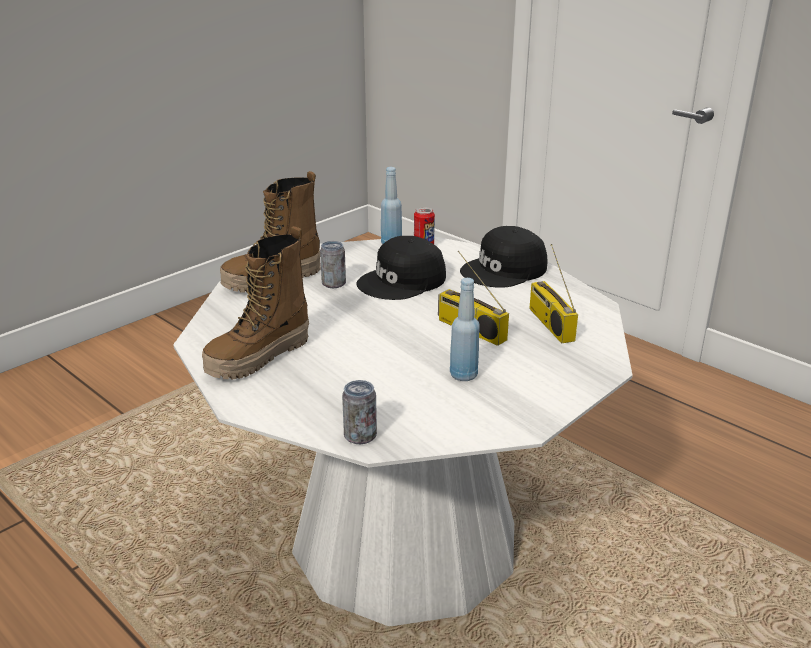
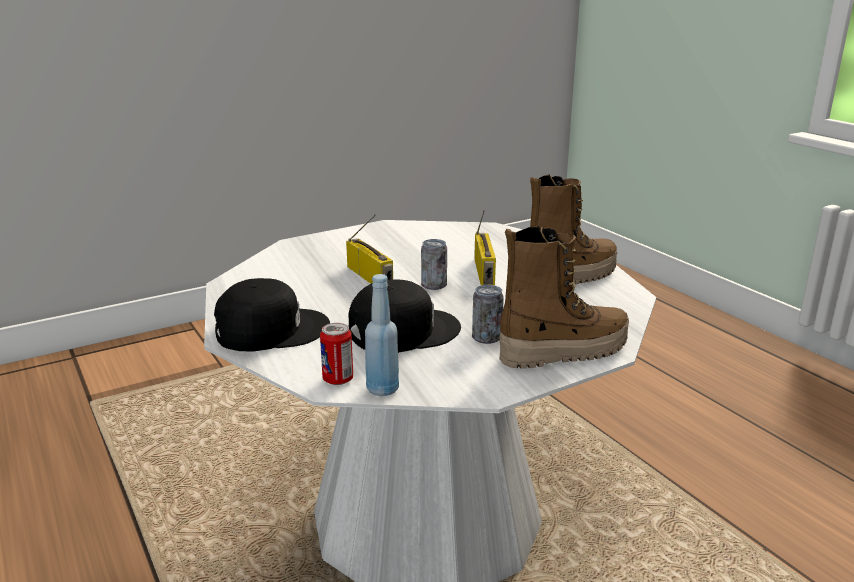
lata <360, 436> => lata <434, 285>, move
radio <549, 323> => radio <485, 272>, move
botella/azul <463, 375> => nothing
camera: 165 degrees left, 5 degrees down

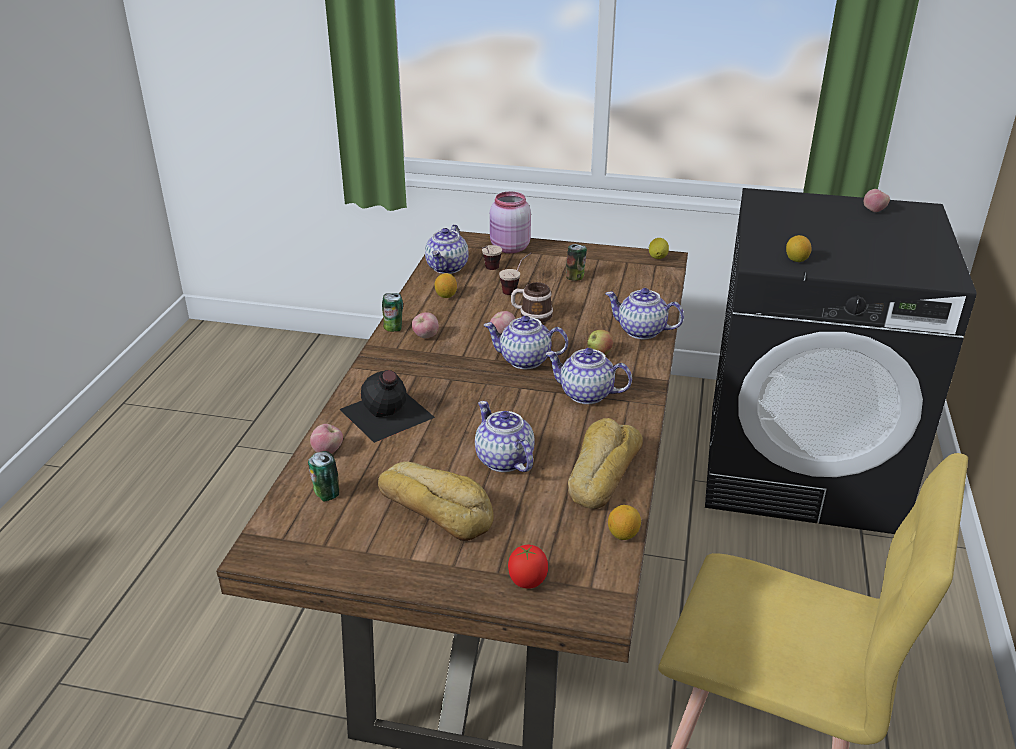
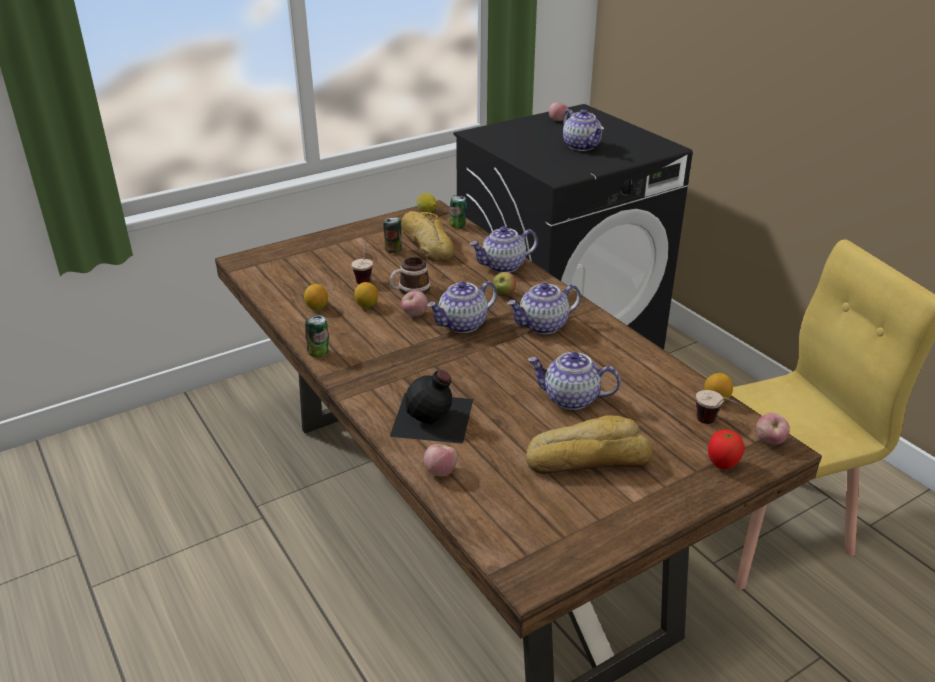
limón <796, 260> => limón <367, 305>, move
pan <601, 472> => pan <426, 244>, move
lata <326, 494> => lata <458, 226>, move
tetera <447, 267> => tetera <582, 146>, move
taza <489, 271> => taza <712, 425>, move
manzana <426, 337> => manzana <769, 441>, move
tarro/rosa <509, 248> => nothing
camera: 45 degrees left, 0 degrees up

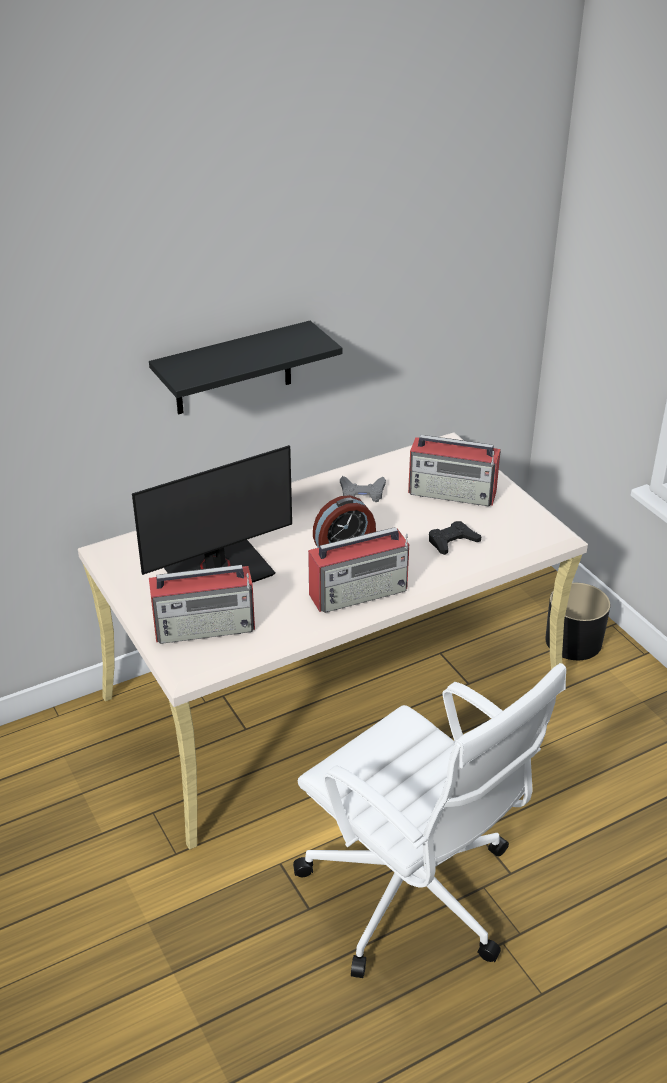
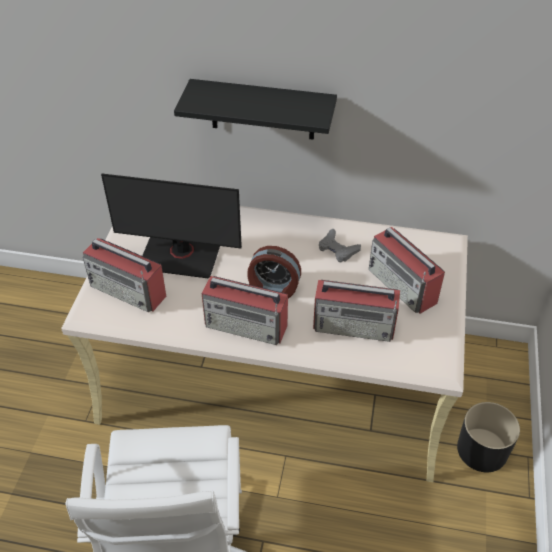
mando de consola/negro <452, 542> => radio <355, 326>
camera: 40 degrees right, 10 degrees up

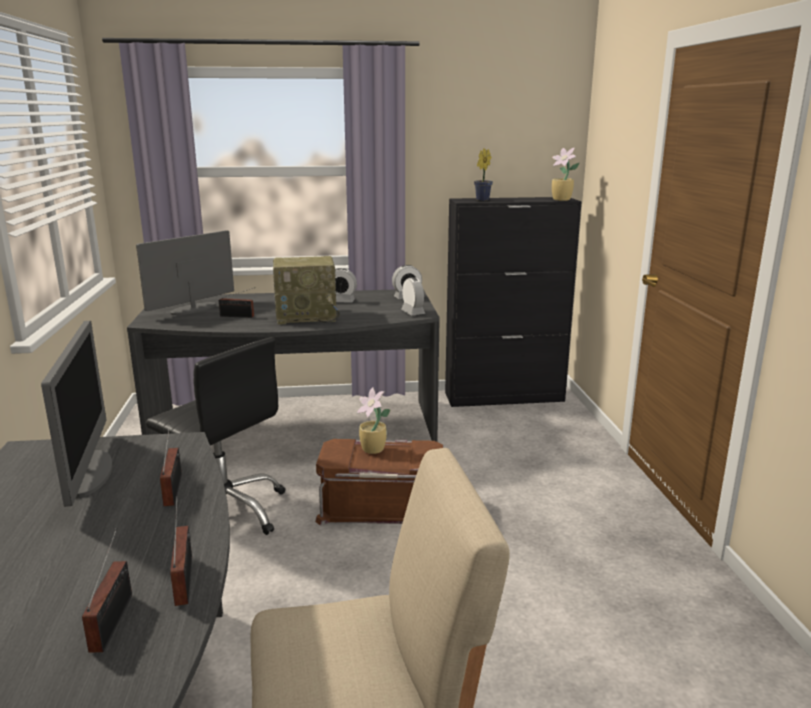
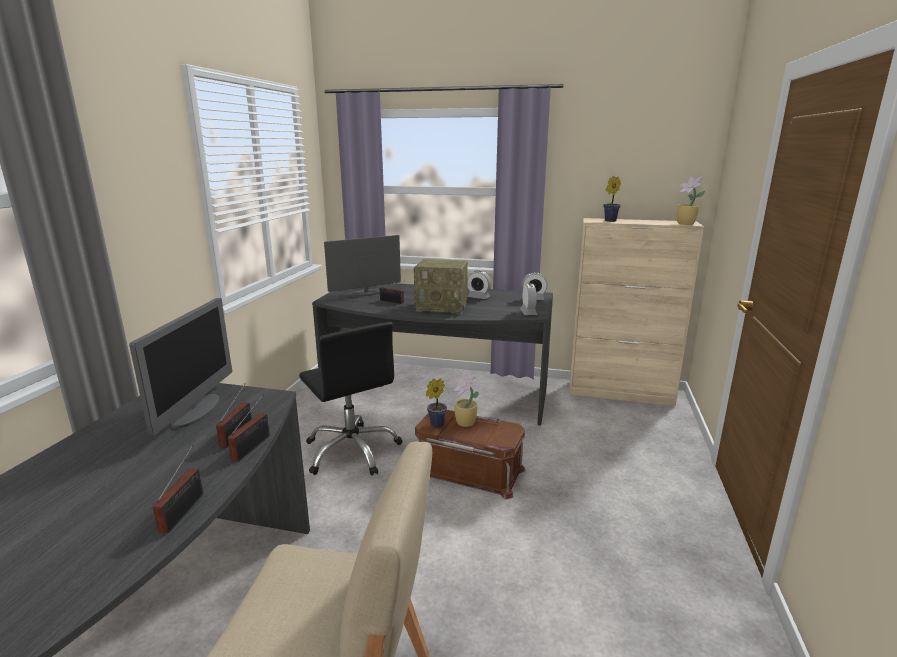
radio <114, 619> => radio <253, 446>, move
nothing => planta en maceta <435, 425>
armario/negro <505, 397> => armario/beis <620, 393>
camera: 20 degrees right, 0 degrees up

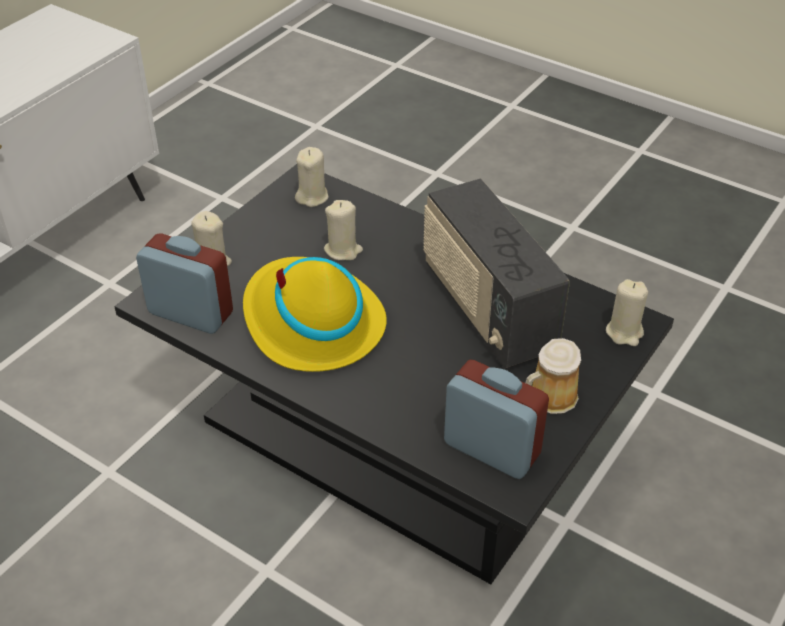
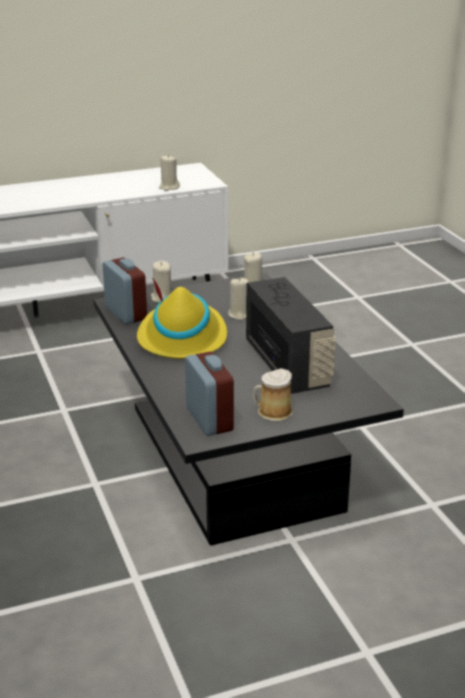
vela/beis <624, 332> => vela/beis <169, 187>, move
radio <486, 310> => radio <288, 365>, 150 degrees clockwise
camera: 35 degrees right, 15 degrees down

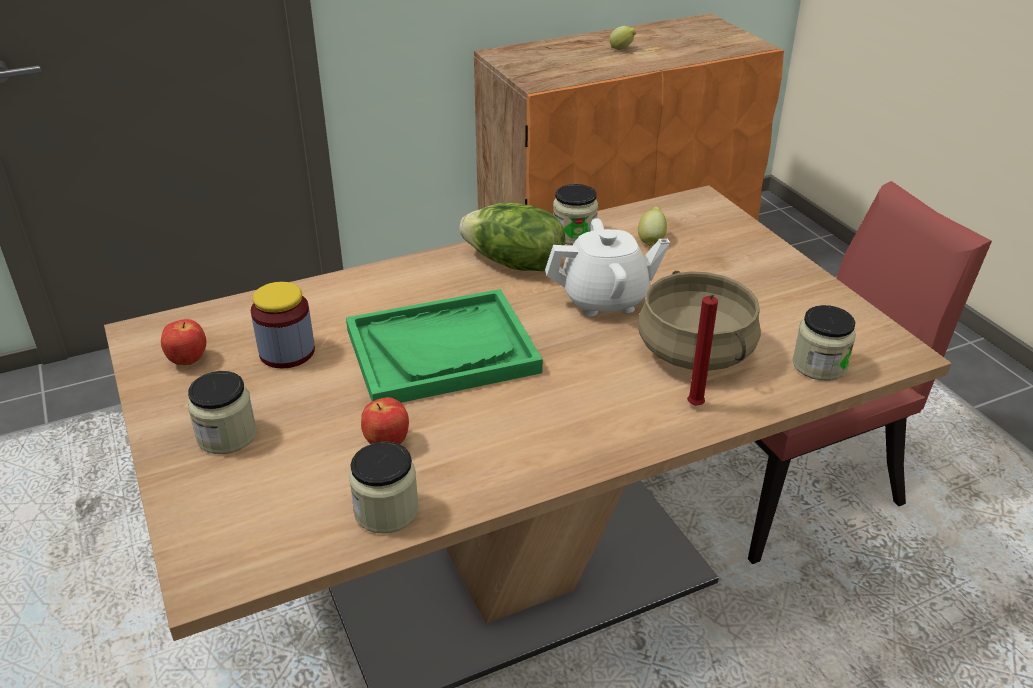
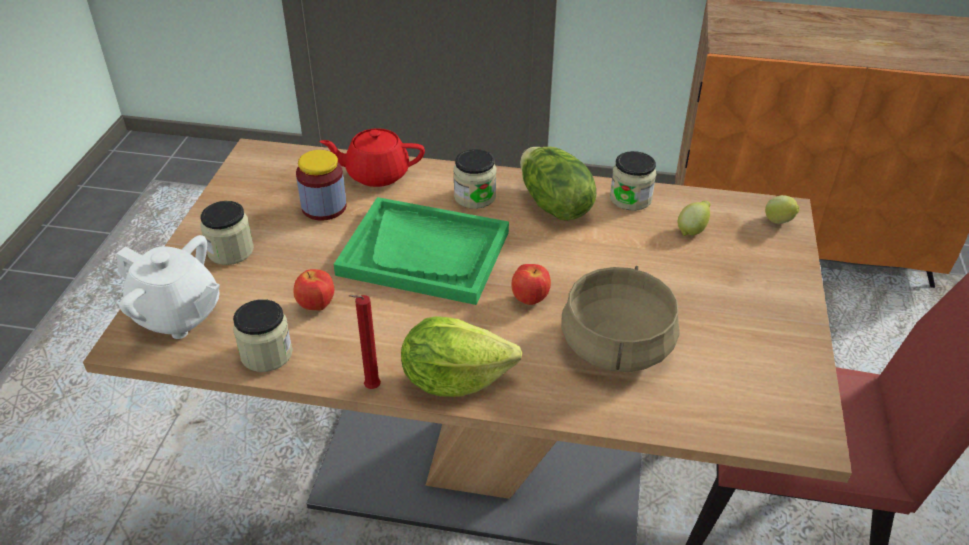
tetera/blanco <605, 300> => tetera/blanco <178, 315>, move
nothing => tetera/rojo <376, 174>
vela/rojo <694, 407> => vela/rojo <370, 388>, move
nothing => lechuga <454, 379>
tarro <819, 365> => tarro <475, 196>, move
manzana <188, 361> => manzana <530, 299>, move
limón <622, 49> => limón <779, 222>, move
camera: 35 degrees right, 5 degrees up

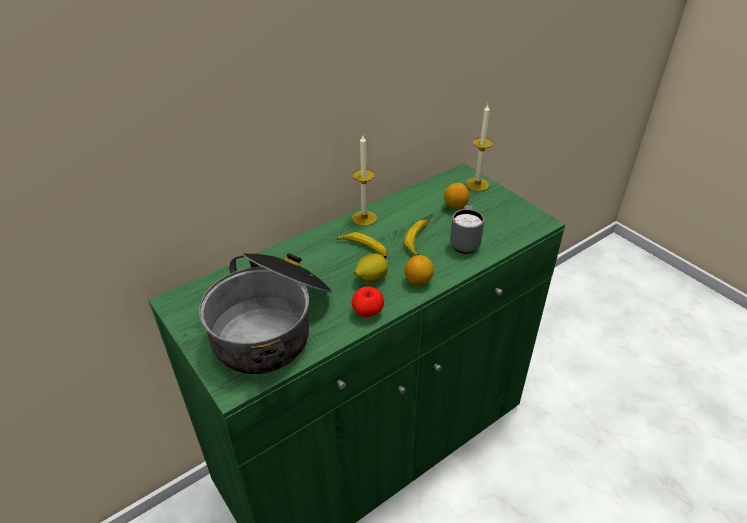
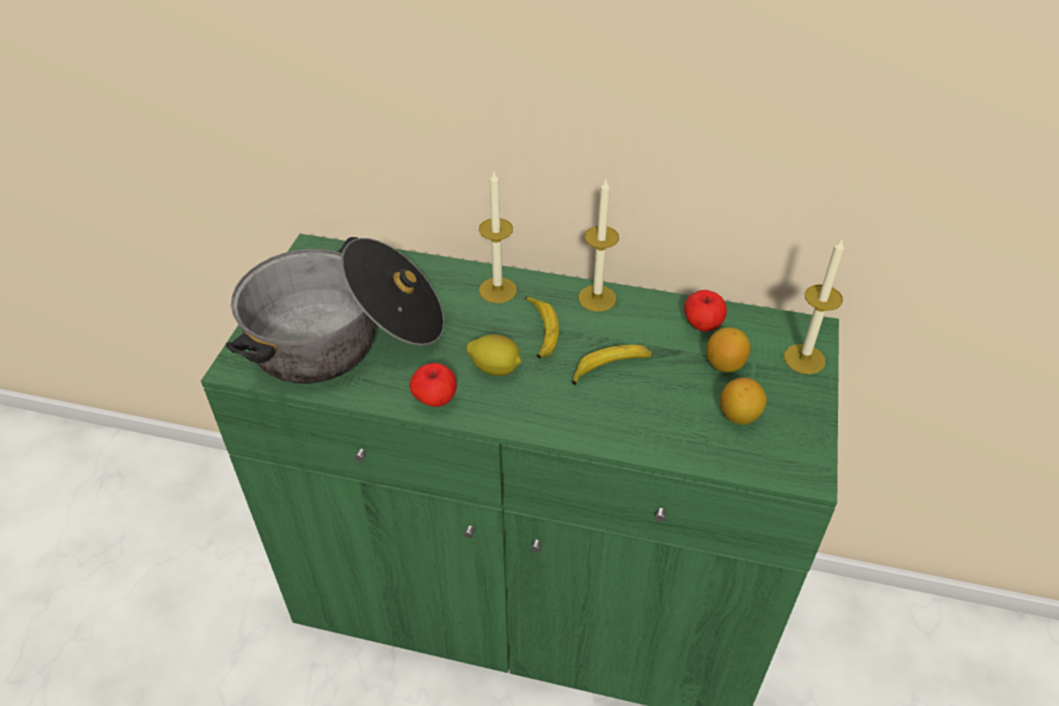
nothing => vela <497, 290>
nothing => manzana <702, 325>
limón <418, 281> => limón <739, 416>, move
taza grande/gris <465, 243> => nothing
camera: 50 degrees right, 5 degrees up

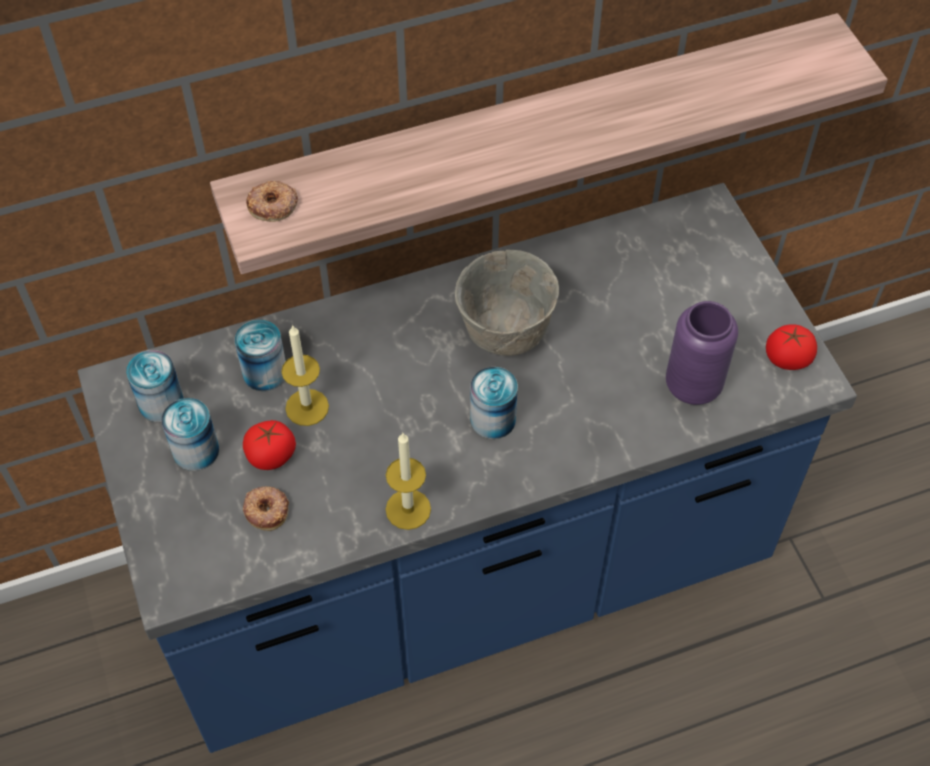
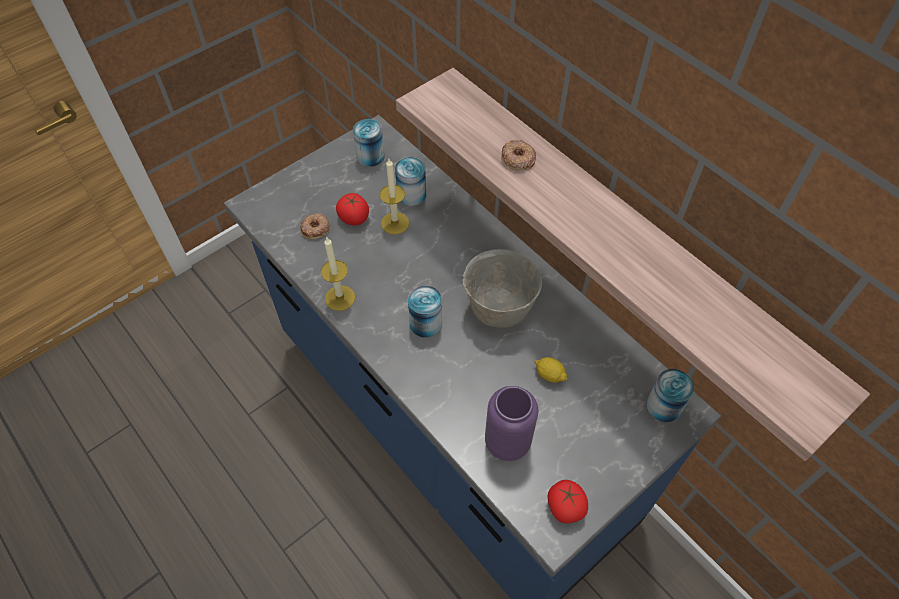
rosquilla <273, 205> => rosquilla <517, 159>, move
nothing => limón <549, 375>
lata <196, 450> => lata <663, 406>, move
camera: 70 degrees right, 0 degrees up

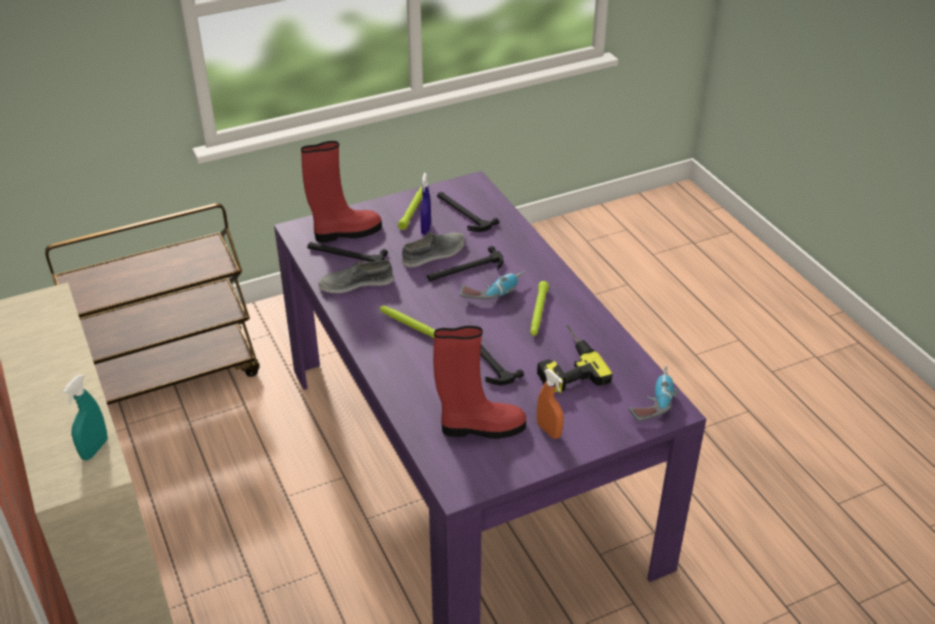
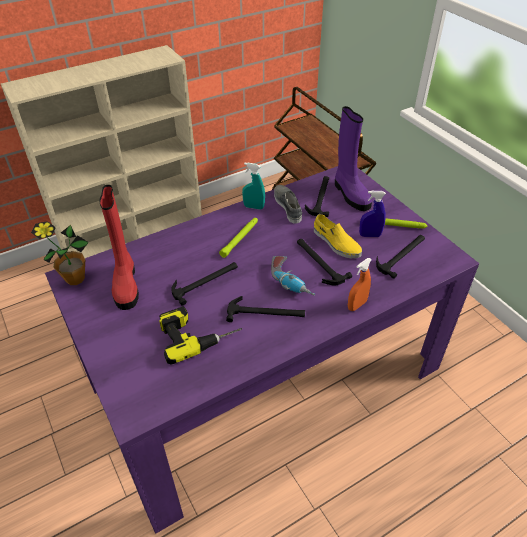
nothing => planta en maceta <75, 279>
linterna/verde <538, 313> => martillo <266, 312>
pulverizador/turquesa <94, 449> => pulverizador/turquesa <254, 207>, move
zapato/gris <434, 254> => zapato/amarillo <336, 243>
bota/rojo <346, 232> => bota/morado <350, 194>
pulverizador/naranja <549, 430> => pulverizador/naranja <357, 305>, move
taladro <652, 401> => nothing
camera: 85 degrees right, 5 degrees up

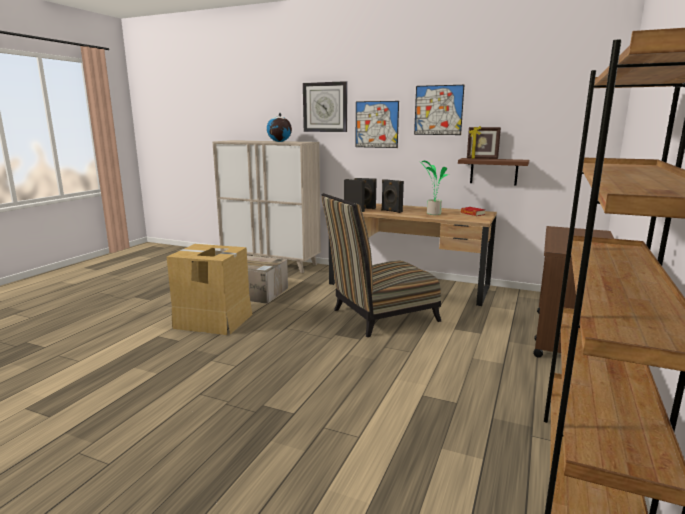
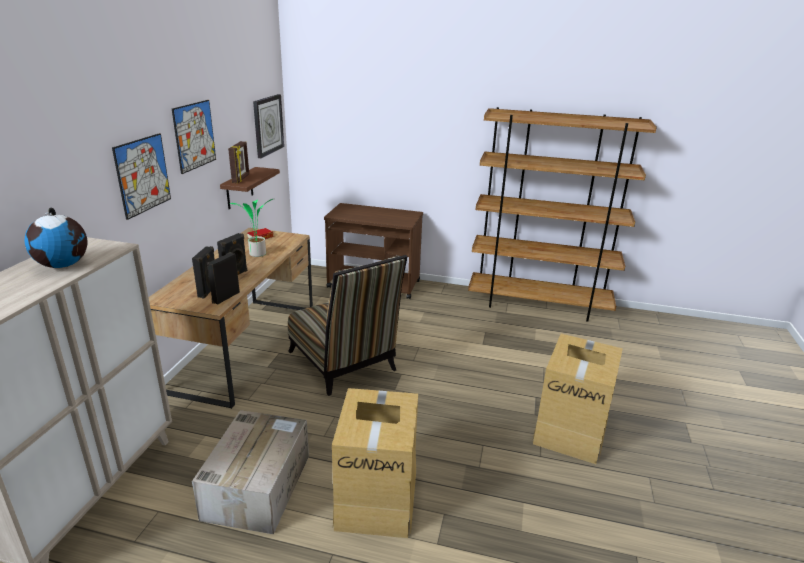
reloj de pared <325, 107> => reloj de pared <268, 125>, move
nothing => caja de cartón <571, 430>
camera: 100 degrees left, 10 degrees up

